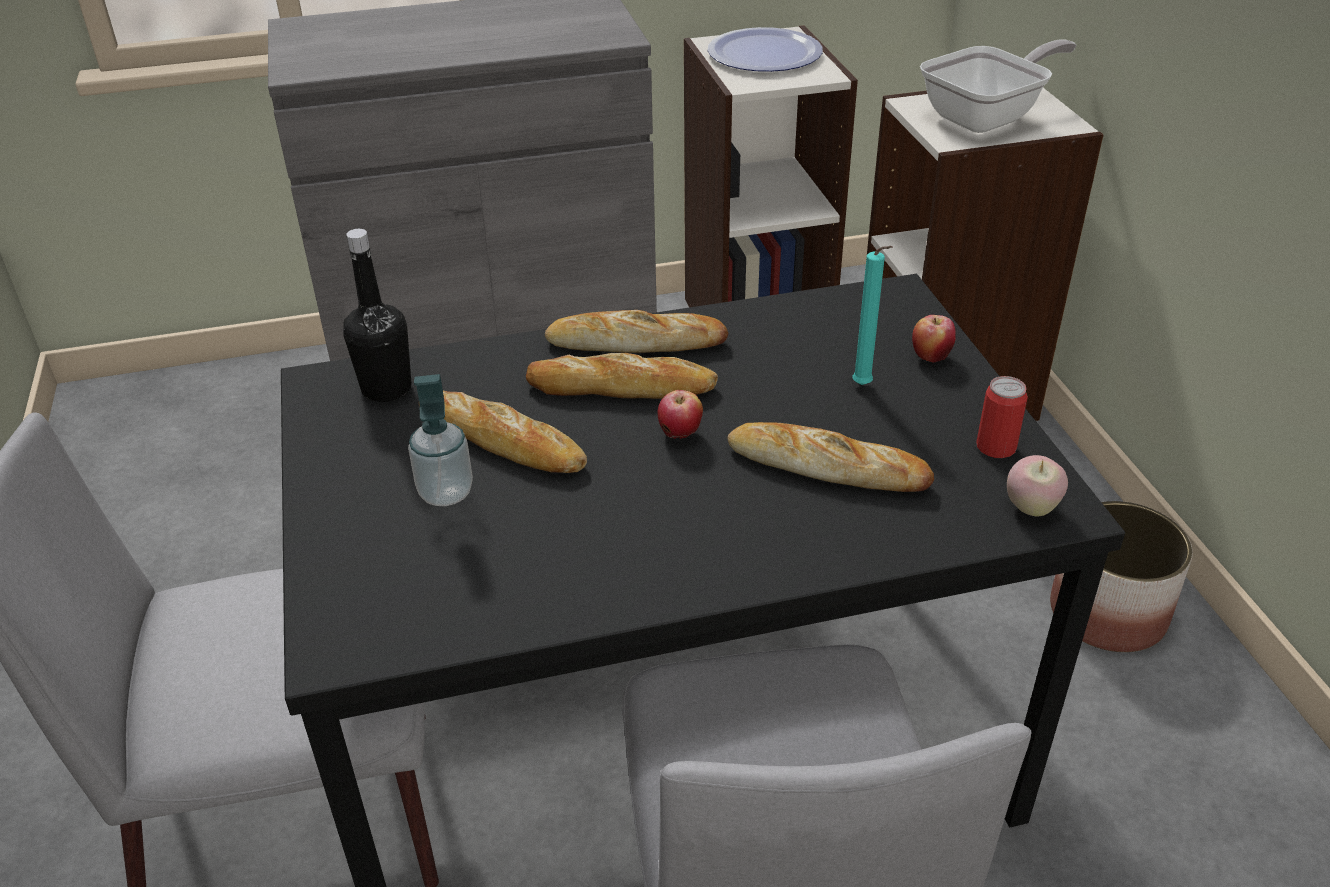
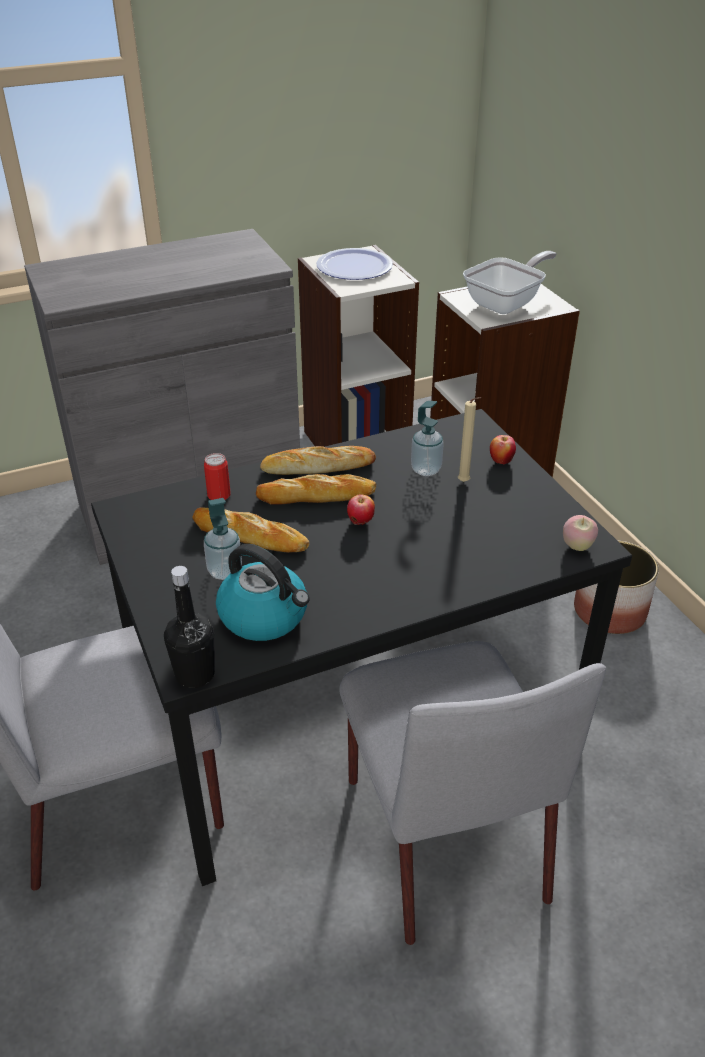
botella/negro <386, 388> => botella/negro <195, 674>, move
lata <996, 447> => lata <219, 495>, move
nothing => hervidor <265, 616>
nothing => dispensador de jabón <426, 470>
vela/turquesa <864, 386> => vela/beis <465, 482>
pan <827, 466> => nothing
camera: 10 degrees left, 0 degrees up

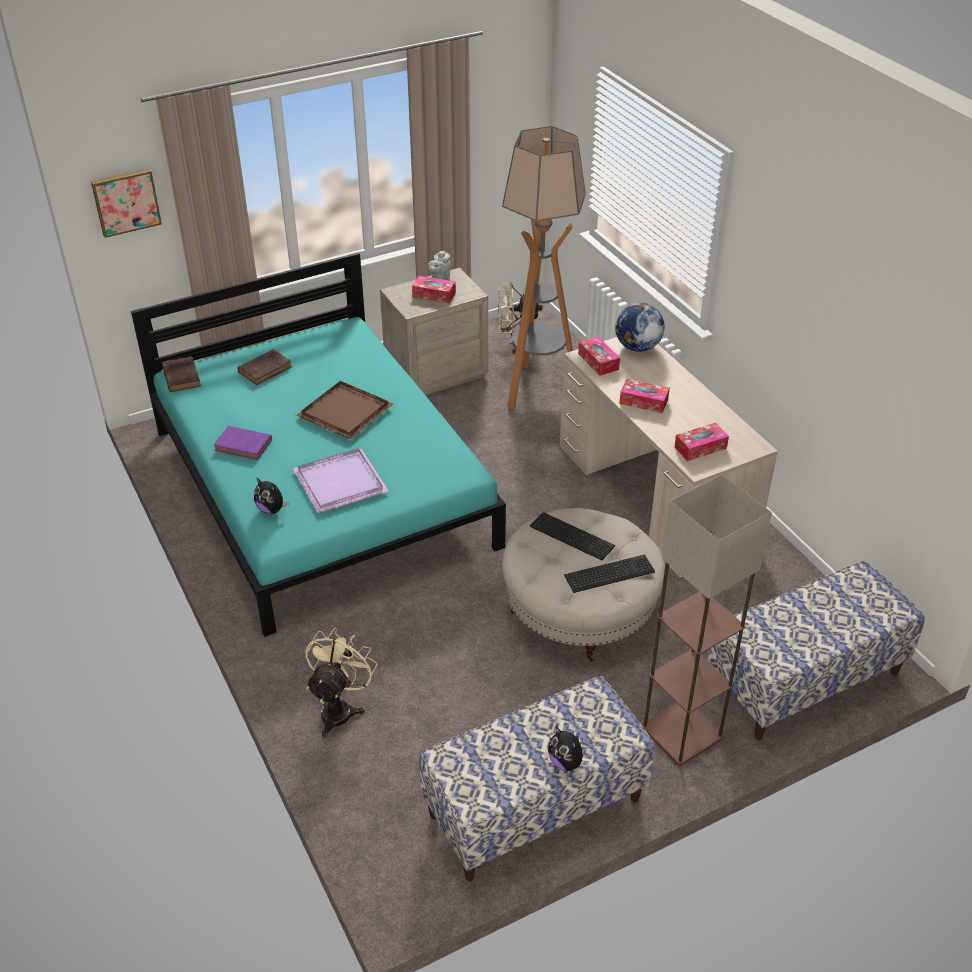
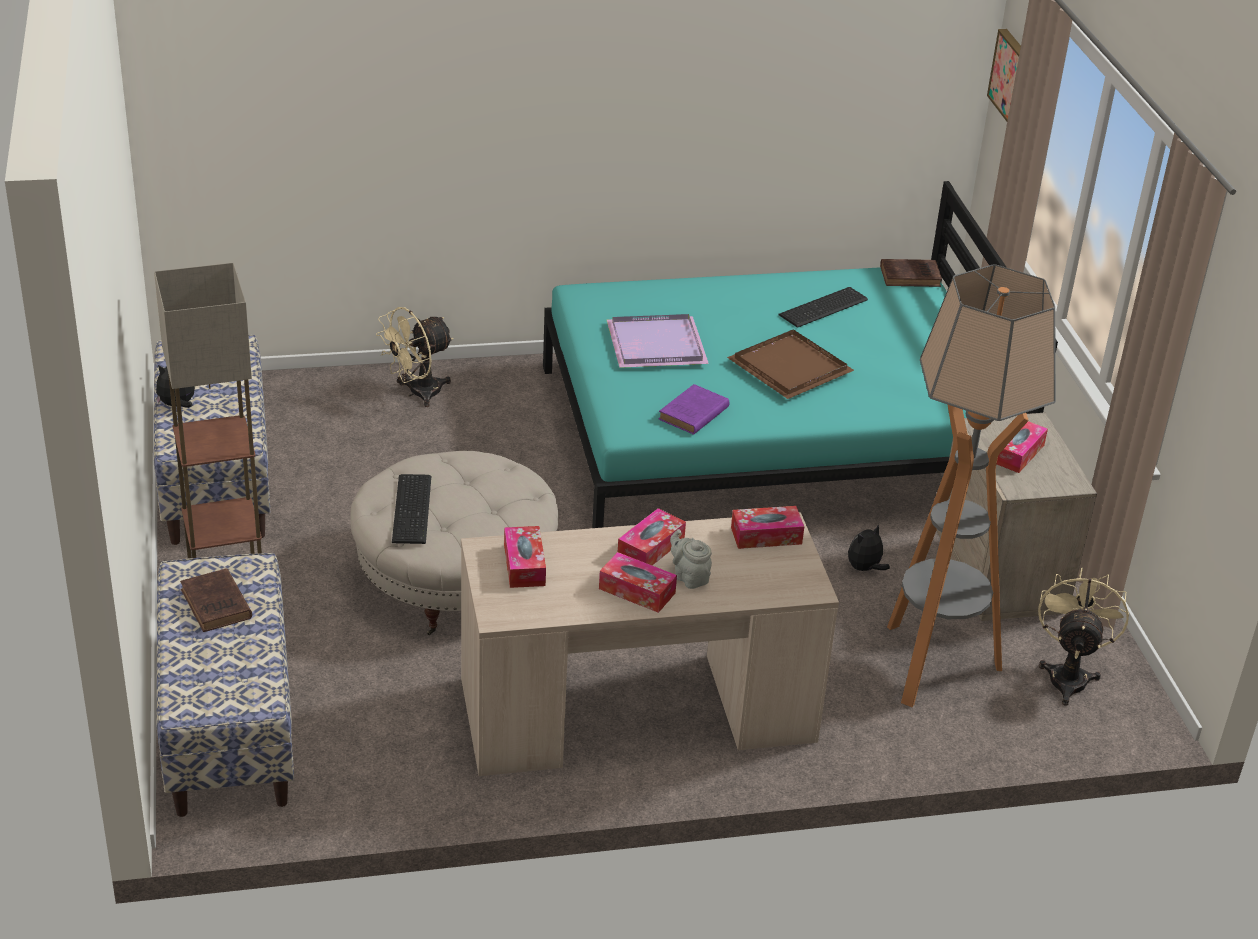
libro/marrón <266, 369> => libro/marrón <217, 605>, move
ventilador/beis <340, 708> => ventilador/beis <417, 393>, 105 degrees clockwise
nothing => caja de pañuelos <637, 591>
libro/morado <244, 446> => libro/morado <692, 414>, move
tetera/gris <439, 278> => tetera/gris <689, 577>, move
teclado <572, 535> => teclado <825, 308>, move
peluche <271, 509> => peluche <865, 569>, move
globo terráqueo <637, 347> => nothing
camera: 105 degrees right, 5 degrees down

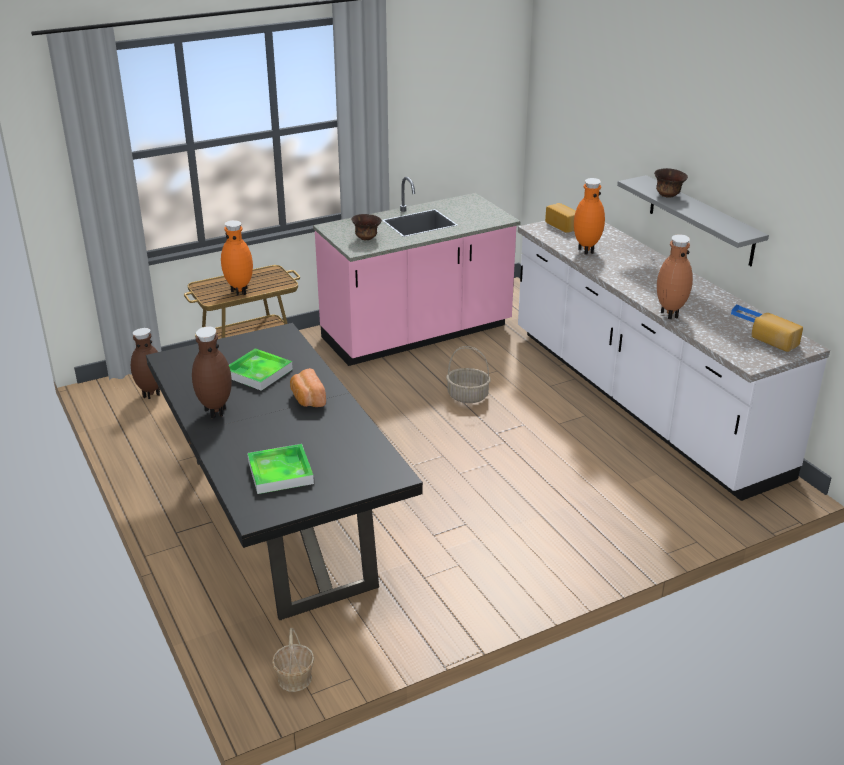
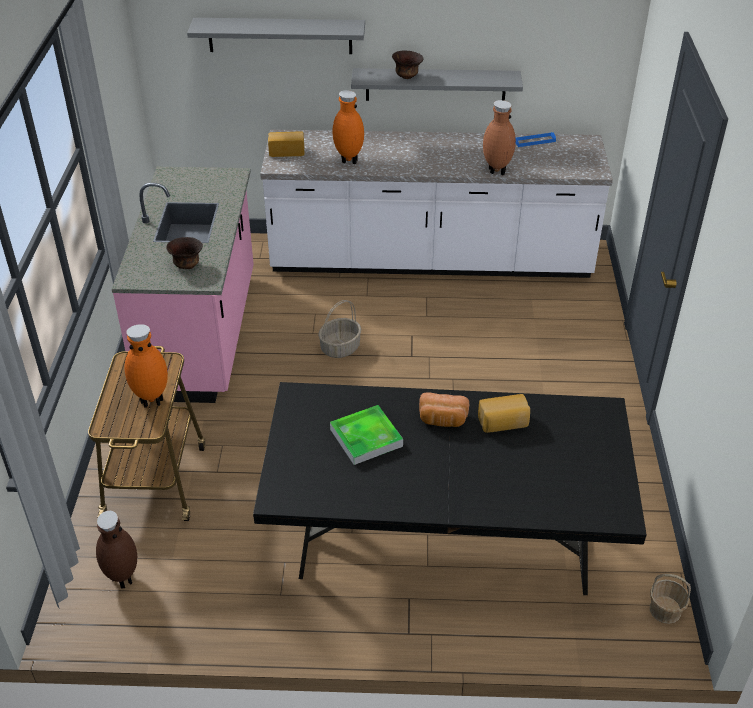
nothing => estante/gris <280, 35>
pan <773, 342> => pan <503, 423>, move
florero/marrón <215, 412> => nothing
bandeja <280, 472> => nothing
camera: 60 degrees left, 10 degrees up

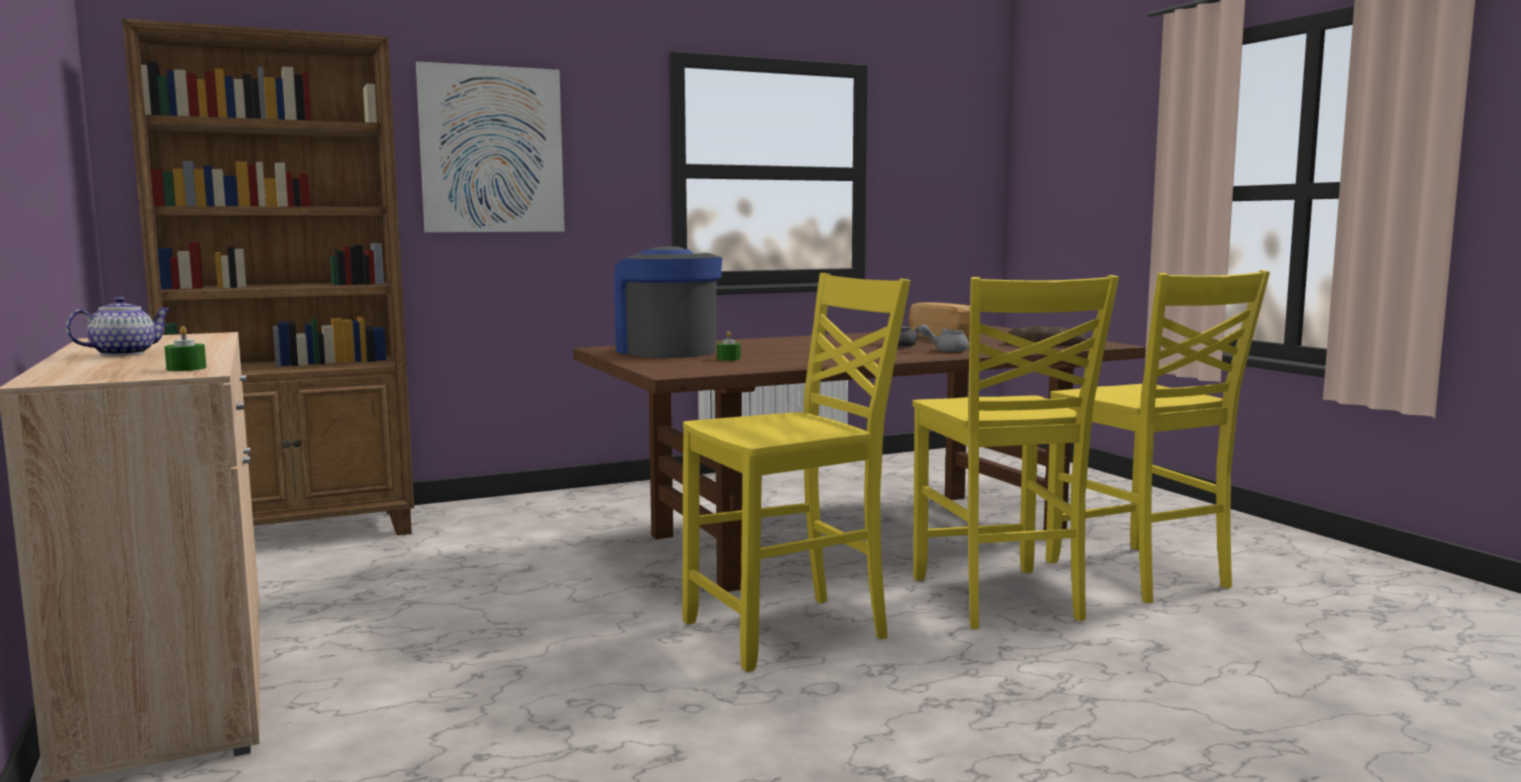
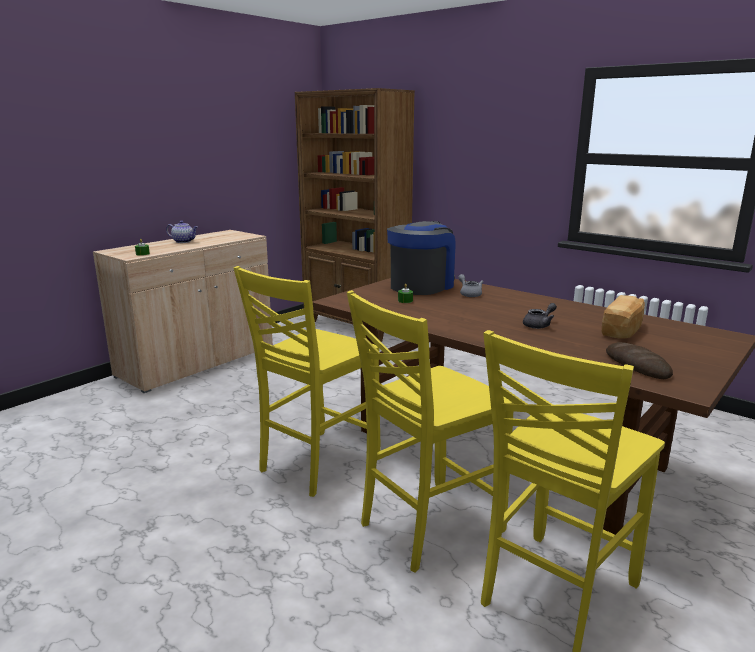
silla/amarillo <790, 631> => silla/amarillo <316, 463>, 90 degrees clockwise
tetera/gris <946, 350> => tetera/gris <469, 294>, move
cuadro <492, 150> => nothing
camera: 65 degrees right, 10 degrees up

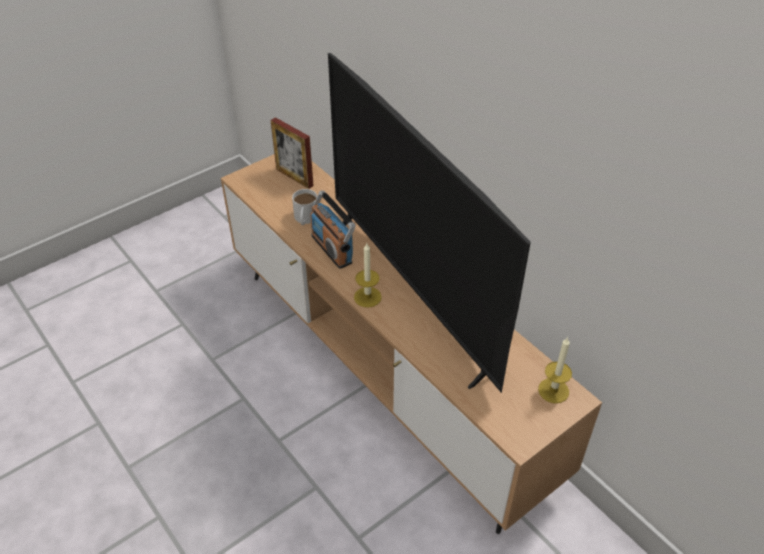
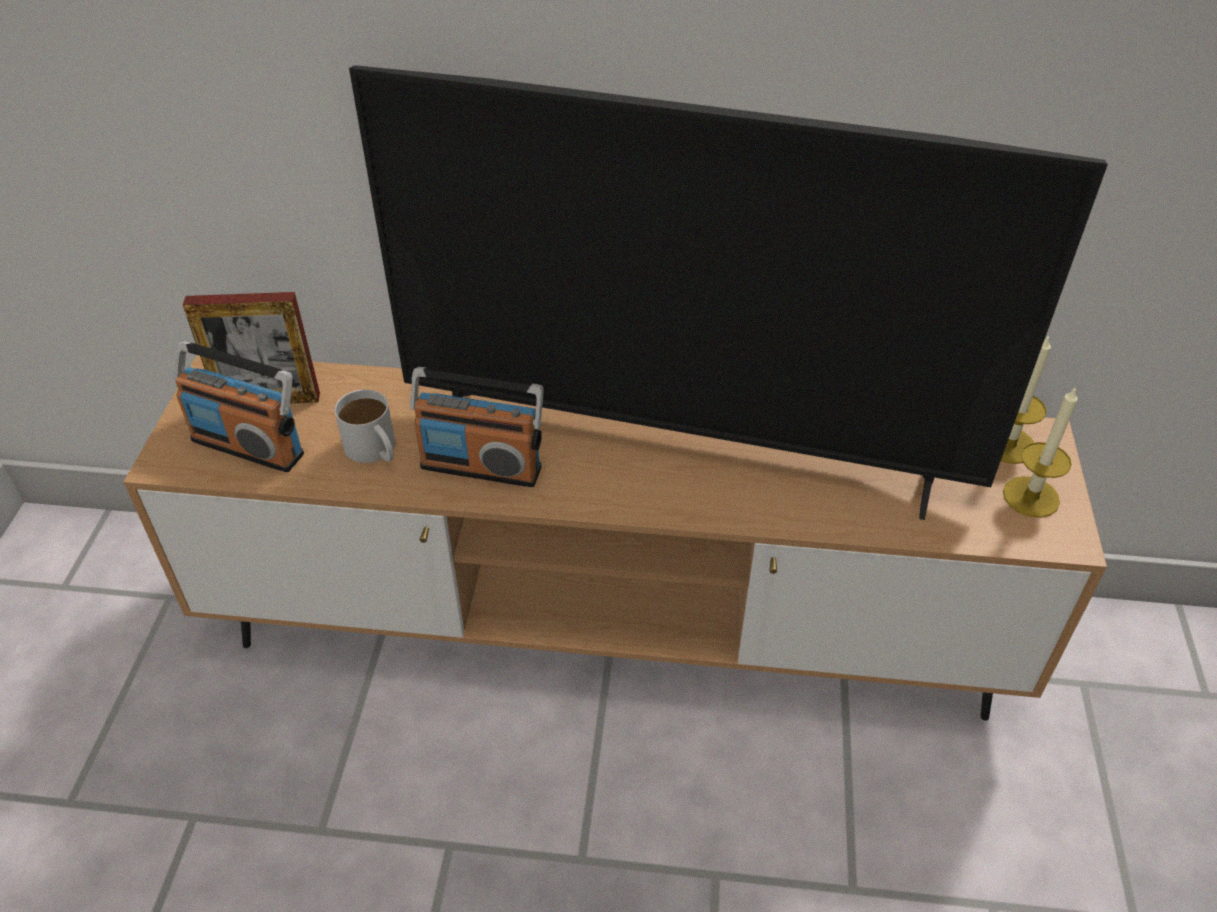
nothing => radio <249, 446>
vela <367, 297> => vela <1031, 497>, move
camera: 45 degrees left, 0 degrees up

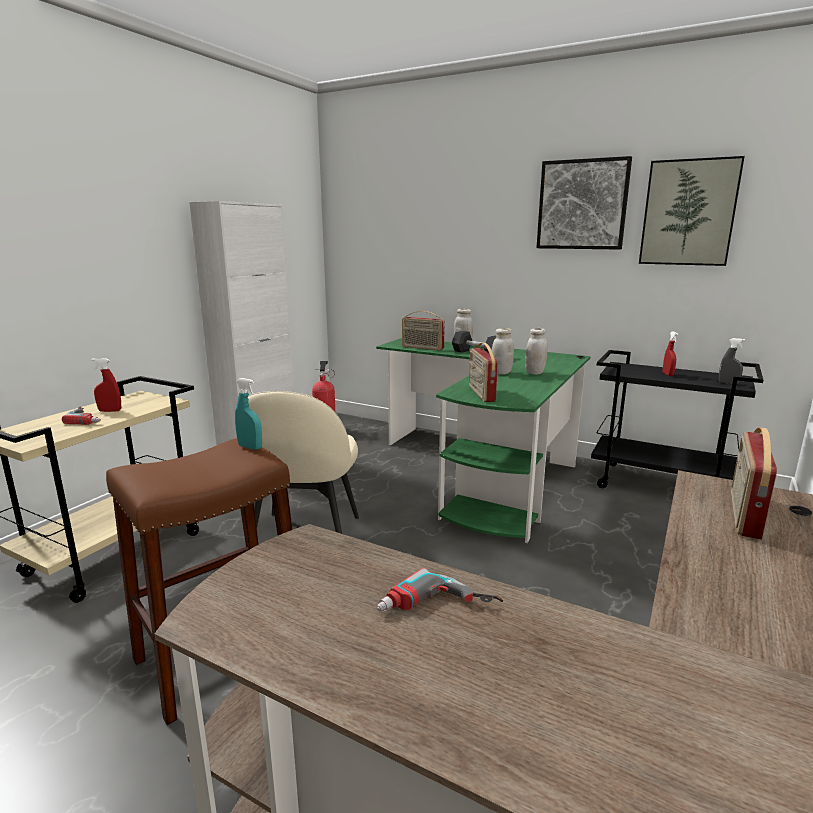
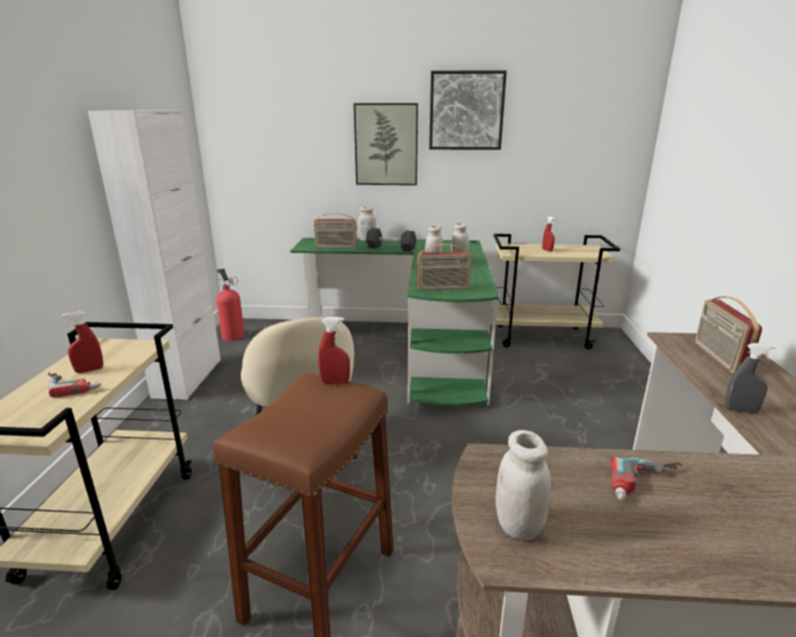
pulverizador/turquesa <250, 447> => pulverizador/rojo <335, 382>
cuadro <688, 213> => cuadro <386, 145>, move
radio <480, 394> => radio <443, 288>, 60 degrees counterclockwise
carrito/negro <660, 485> => carrito/beis <542, 337>
nothing => tarro/blanco <518, 526>
pulverizador/gris <728, 383> => pulverizador/gris <740, 410>, move
camera: 25 degrees left, 5 degrees up

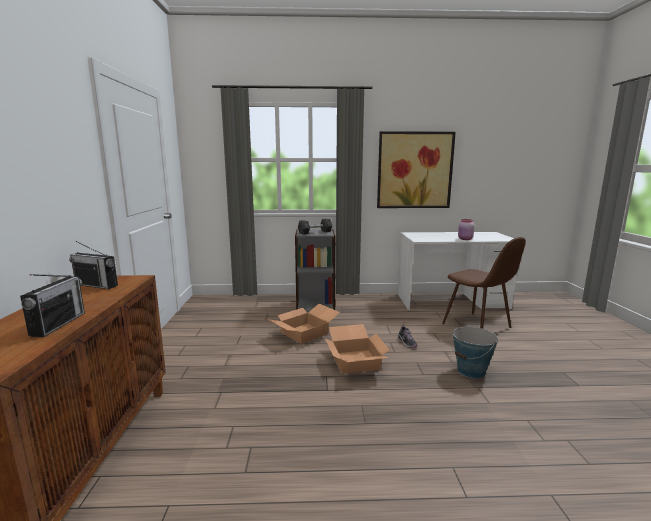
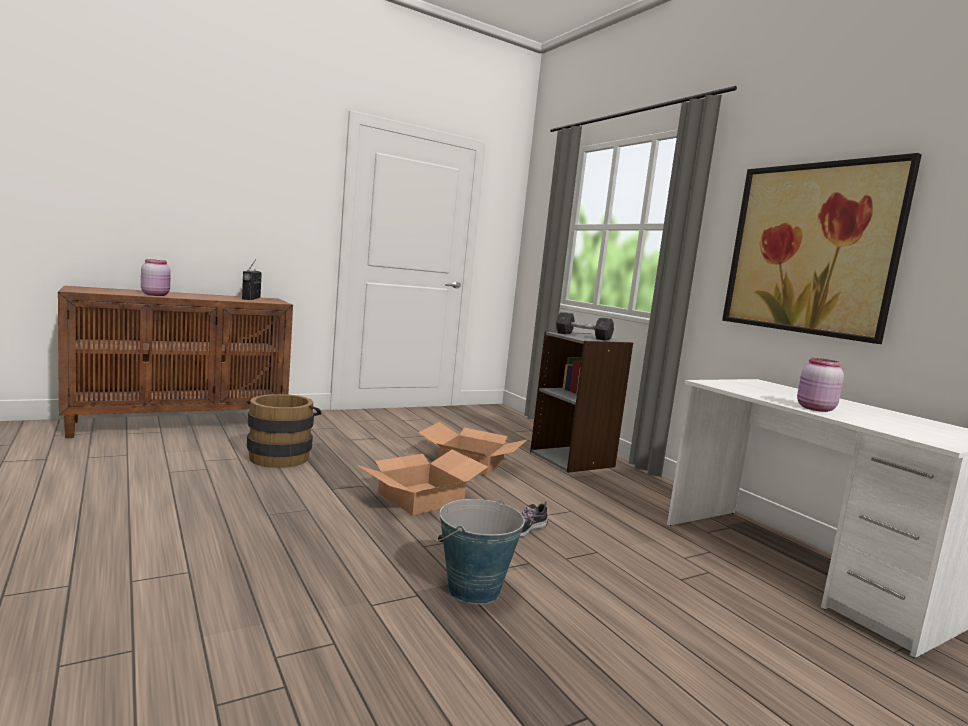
radio <58, 324> => tarro/rosa <156, 295>
nothing => cubo/marrón <281, 456>
silla/marrón <478, 326> => nothing
camera: 60 degrees right, 5 degrees down

